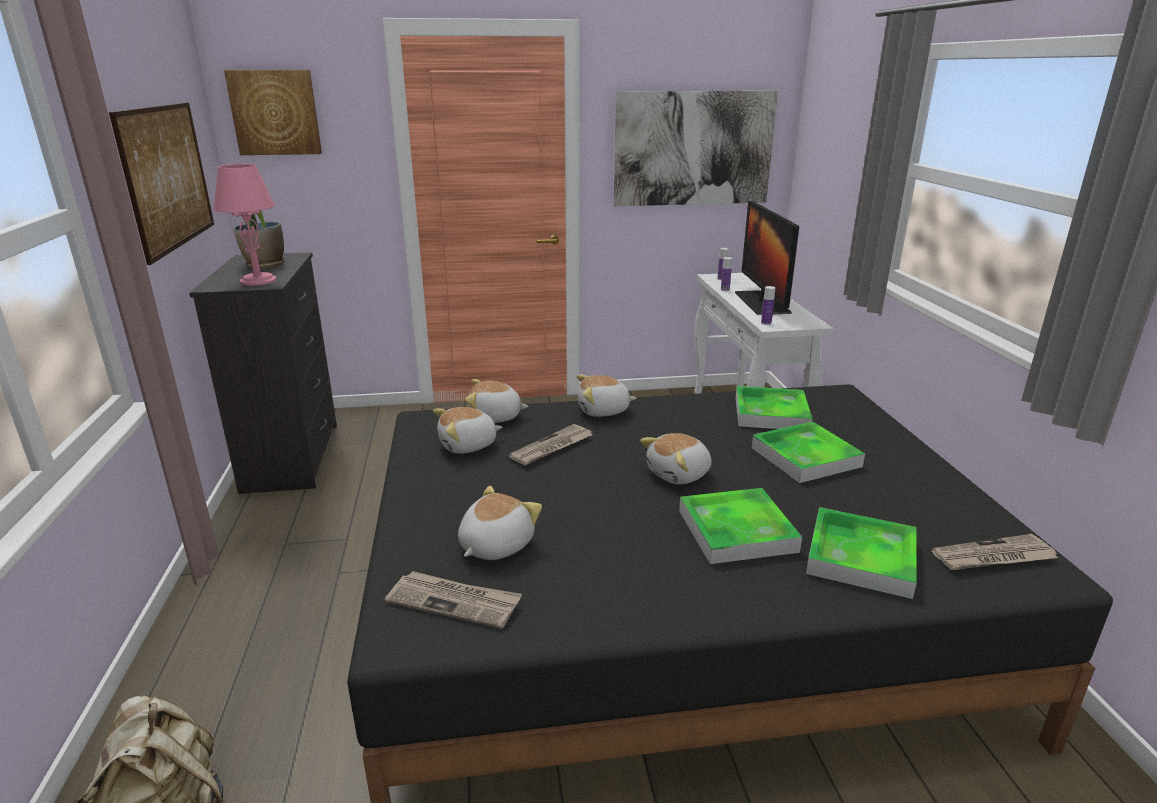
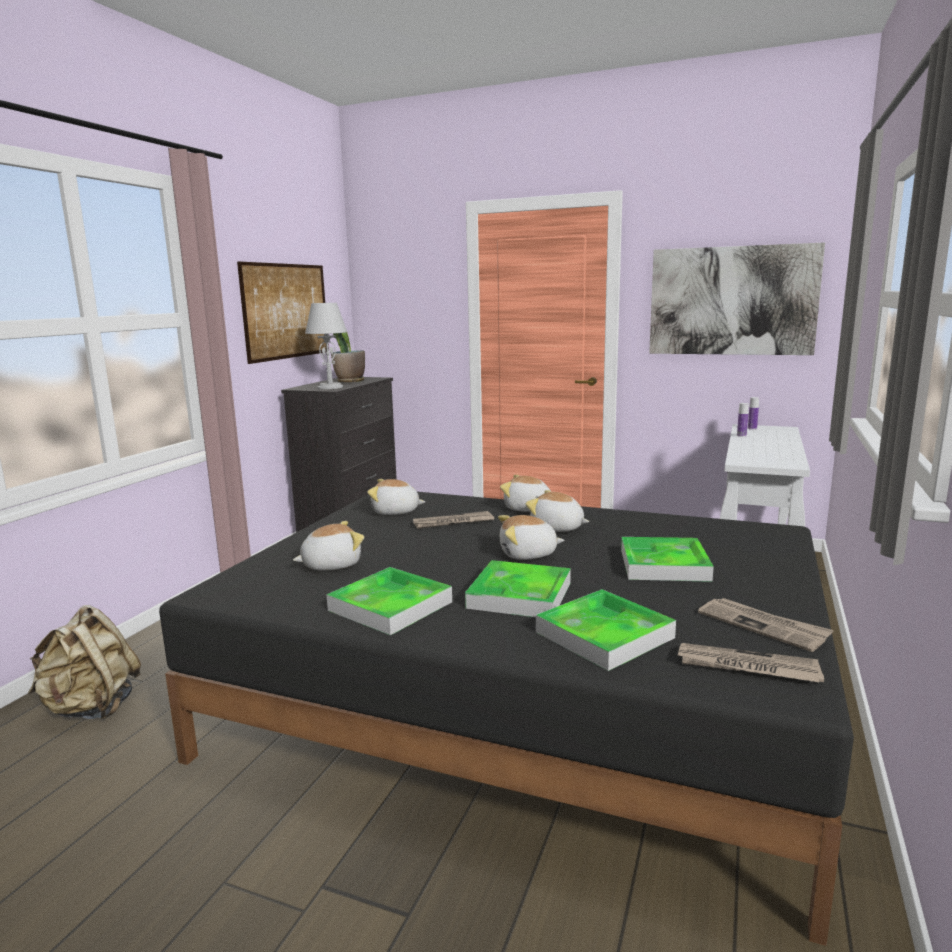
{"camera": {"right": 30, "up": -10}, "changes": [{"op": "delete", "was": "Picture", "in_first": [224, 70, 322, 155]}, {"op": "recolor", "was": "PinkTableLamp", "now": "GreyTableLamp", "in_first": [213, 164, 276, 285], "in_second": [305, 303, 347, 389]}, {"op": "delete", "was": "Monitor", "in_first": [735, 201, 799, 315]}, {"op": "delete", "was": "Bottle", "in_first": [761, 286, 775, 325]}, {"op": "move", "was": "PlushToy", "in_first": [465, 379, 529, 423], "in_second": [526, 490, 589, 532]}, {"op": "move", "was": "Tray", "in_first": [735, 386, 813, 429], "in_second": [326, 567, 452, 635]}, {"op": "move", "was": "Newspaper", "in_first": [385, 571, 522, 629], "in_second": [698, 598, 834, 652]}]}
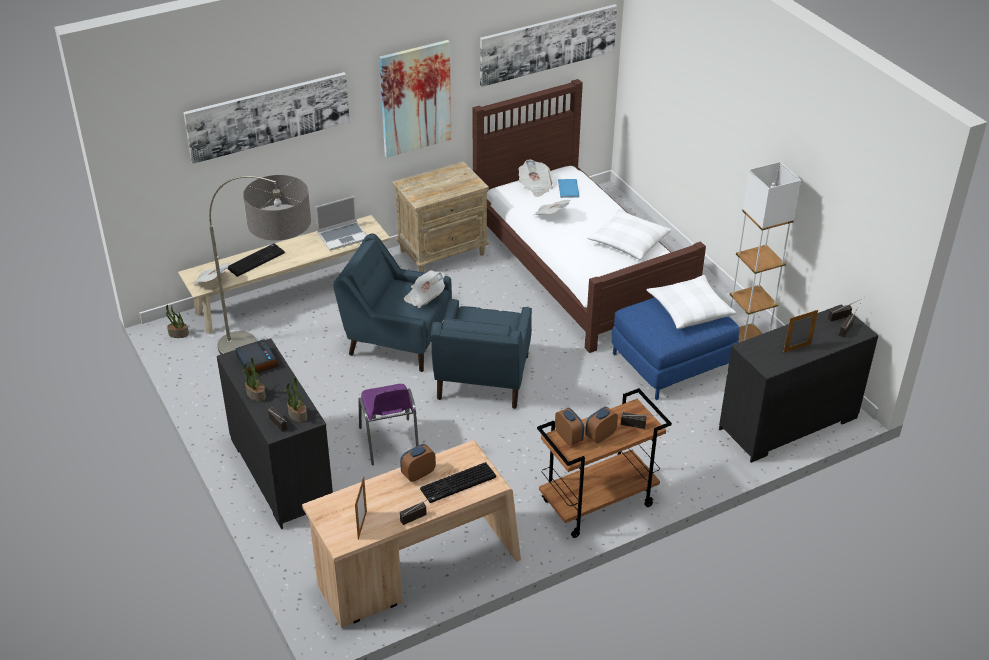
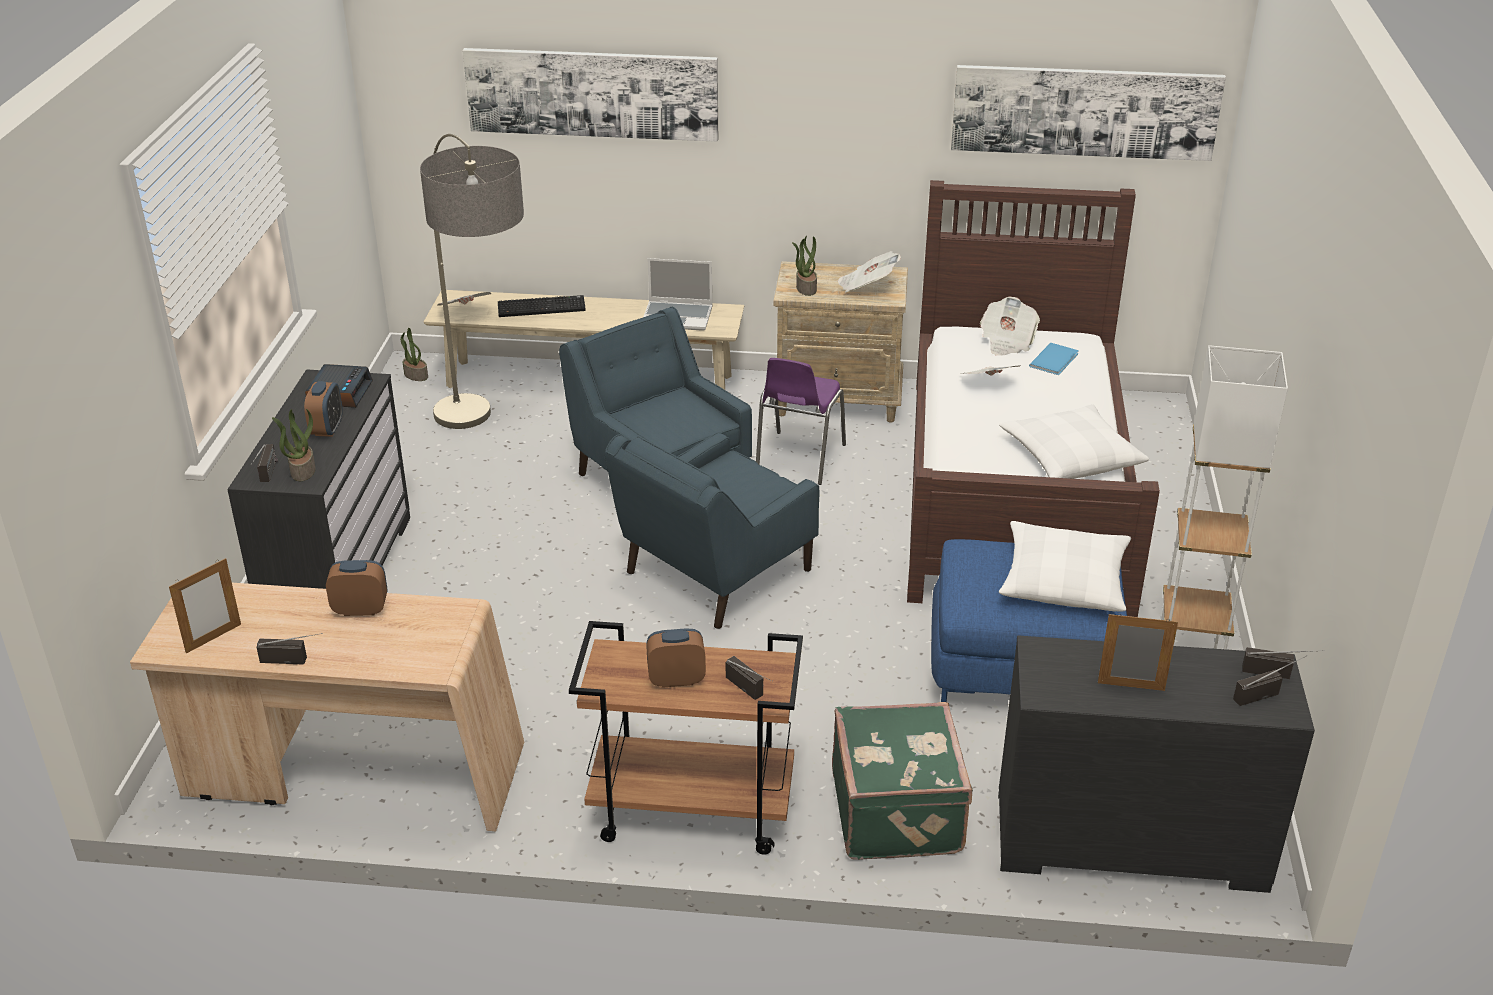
{"camera": {"right": 35, "up": -5}, "changes": [{"op": "delete", "was": "Picture", "in_first": [379, 40, 451, 158]}, {"op": "move", "was": "Newspaper", "in_first": [404, 270, 445, 308], "in_second": [838, 251, 901, 292]}, {"op": "move", "was": "PottedPlant", "in_first": [242, 358, 266, 402], "in_second": [792, 235, 817, 296]}, {"op": "move", "was": "PurpleChair", "in_first": [358, 384, 419, 465], "in_second": [756, 358, 846, 485]}, {"op": "move", "was": "AlarmClock", "in_first": [555, 408, 584, 446], "in_second": [304, 381, 343, 437]}, {"op": "delete", "was": "Keyboard", "in_first": [420, 462, 496, 503]}, {"op": "insert", "now": "GreenSuitcase", "in_second": [832, 702, 973, 860]}]}
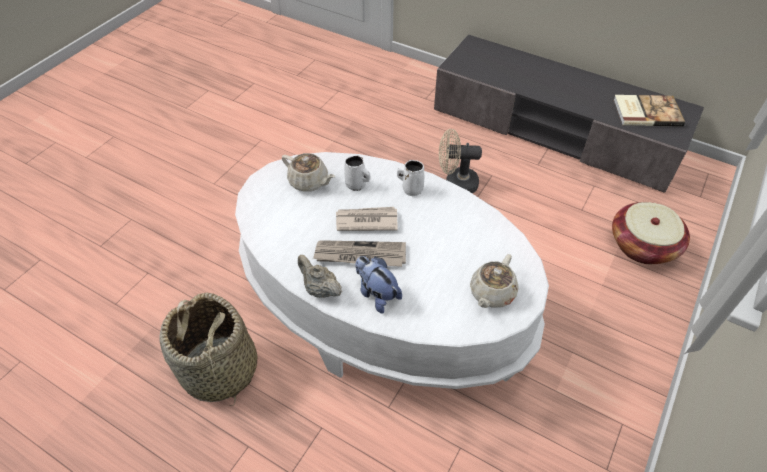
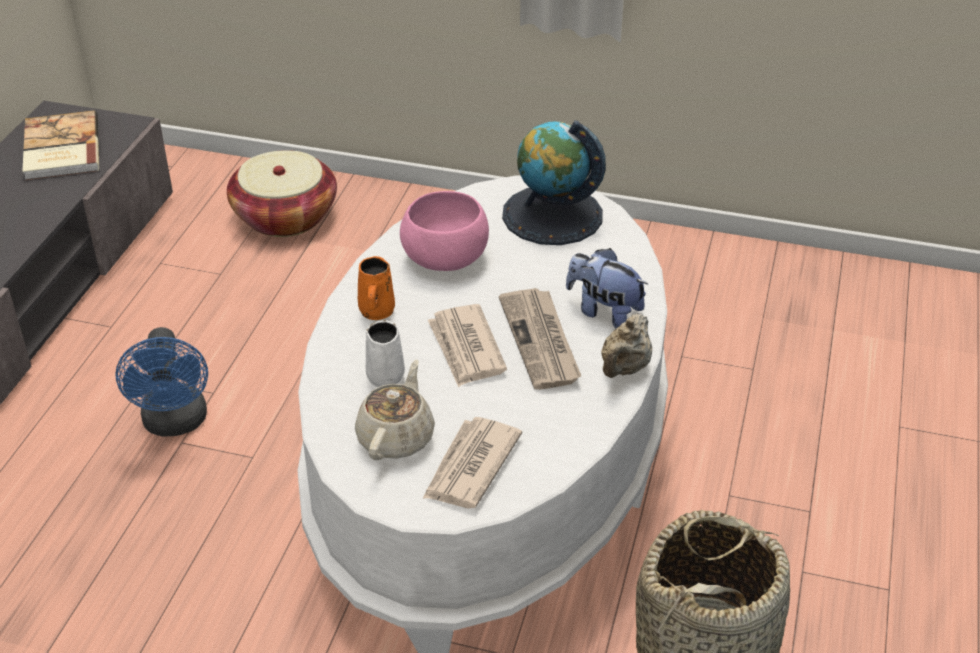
{"camera": {"right": -105, "up": -10}, "changes": [{"op": "recolor", "was": "BeigeFan", "now": "BlueFan", "in_first": [439, 129, 482, 193], "in_second": [115, 327, 208, 437]}, {"op": "recolor", "was": "WhiteMug", "now": "OrangeMug", "in_first": [397, 160, 424, 196], "in_second": [358, 256, 395, 320]}, {"op": "replace", "was": "BeigeTeapot", "now": "Globe", "in_first": [470, 254, 519, 308], "in_second": [502, 120, 606, 245]}, {"op": "rotate", "was": "PlushToy", "in_first": [355, 256, 402, 313], "in_second": [566, 248, 648, 328], "clockwise": 90}, {"op": "insert", "now": "PinkBowl", "in_second": [400, 191, 489, 271]}, {"op": "insert", "now": "Newspaper", "in_second": [423, 417, 522, 508]}]}
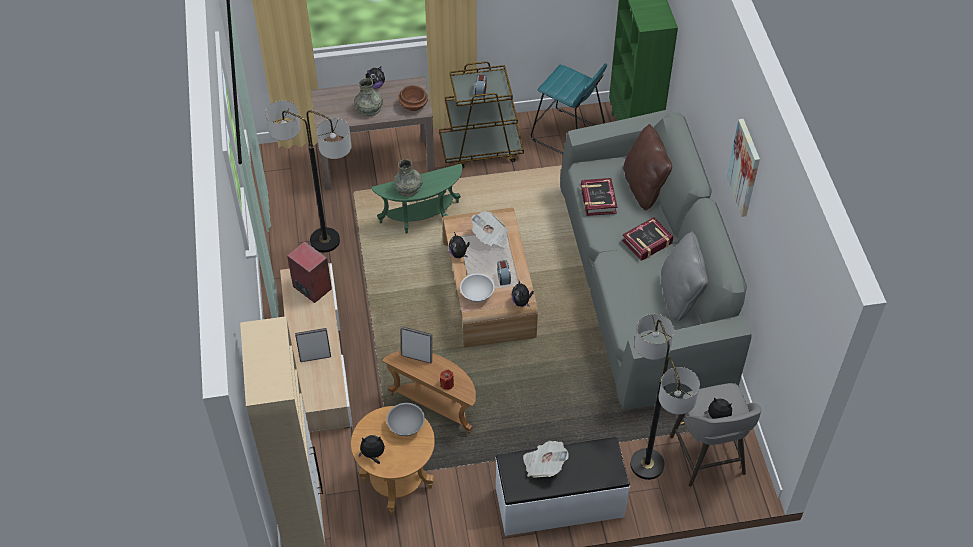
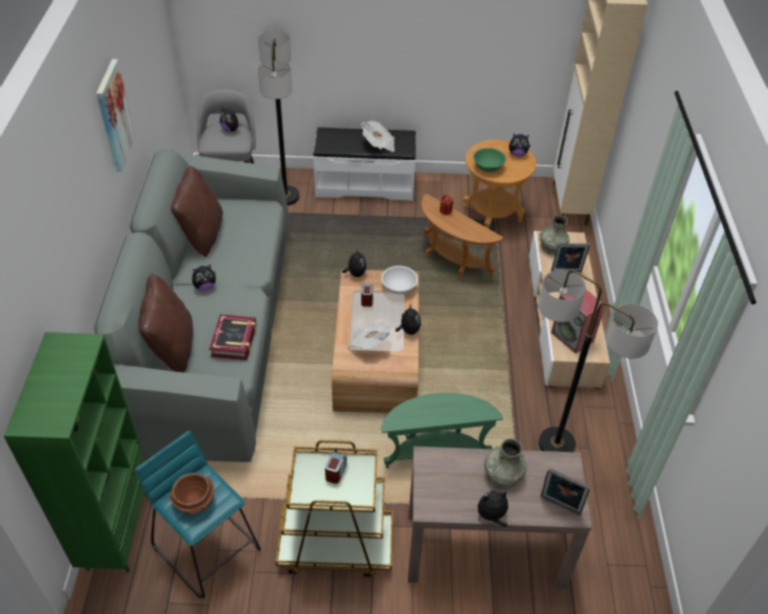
{"camera": {"right": -170, "up": -5}, "changes": [{"op": "move", "was": "BrownBowl", "in_first": [398, 85, 428, 111], "in_second": [170, 473, 215, 514]}, {"op": "move", "was": "GreyVase", "in_first": [394, 159, 422, 196], "in_second": [540, 215, 569, 255]}, {"op": "replace", "was": "Book", "now": "PlushToy", "in_first": [622, 217, 674, 261], "in_second": [192, 264, 216, 290]}, {"op": "recolor", "was": "GreyPillow", "now": "BrownPillow", "in_first": [661, 231, 708, 322], "in_second": [171, 166, 223, 257]}, {"op": "move", "was": "PictureFrame", "in_first": [401, 326, 432, 363], "in_second": [540, 468, 591, 515]}, {"op": "recolor", "was": "GreyBowl", "now": "GreenBowl", "in_first": [387, 403, 425, 436], "in_second": [473, 148, 506, 172]}]}
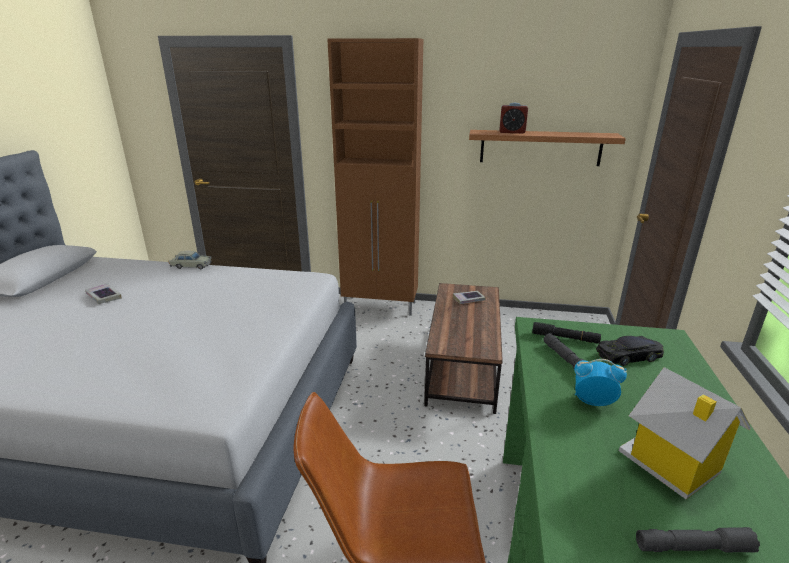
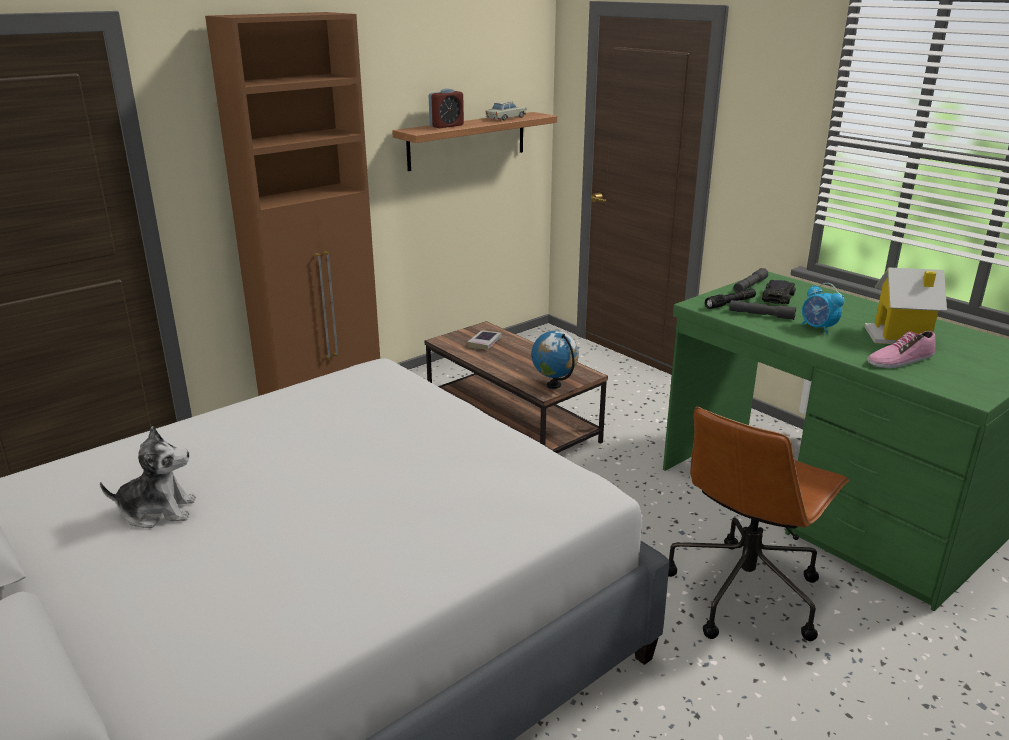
{"camera": {"right": -50, "up": 0}, "changes": [{"op": "move", "was": "BeigeToyCar", "in_first": [168, 251, 212, 269], "in_second": [486, 101, 527, 120]}, {"op": "replace", "was": "Book", "now": "PlushToy", "in_first": [85, 283, 122, 304], "in_second": [100, 426, 196, 528]}, {"op": "rotate", "was": "AlarmClock", "in_first": [574, 359, 627, 406], "in_second": [801, 283, 845, 334], "clockwise": -90}, {"op": "move", "was": "GreyFlashlight", "in_first": [636, 527, 760, 553], "in_second": [734, 268, 768, 292]}, {"op": "insert", "now": "Globe", "in_second": [531, 331, 579, 389]}, {"op": "insert", "now": "Shoe", "in_second": [867, 331, 936, 368]}]}
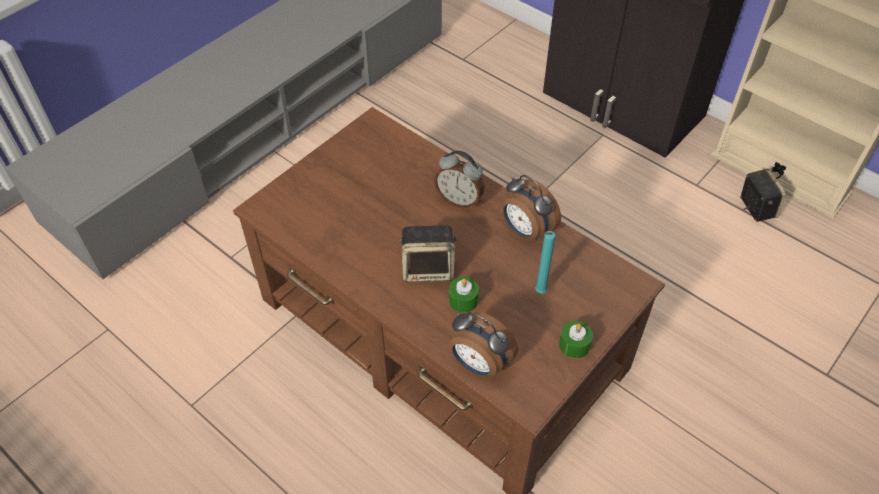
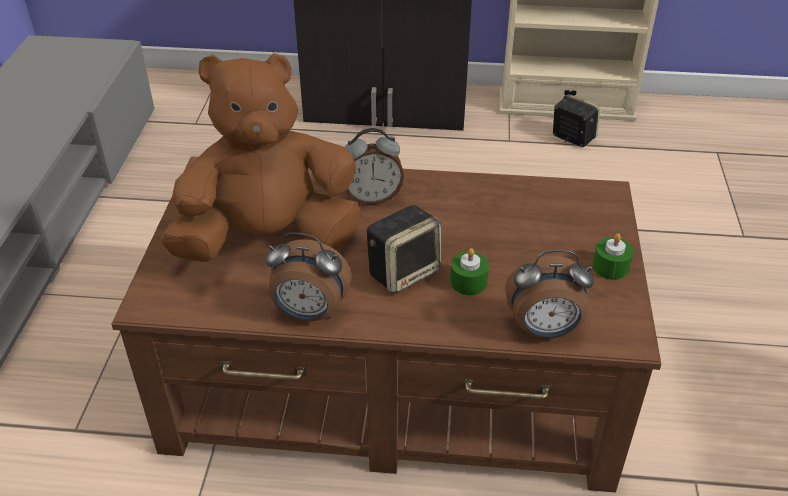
{"camera": {"right": -35, "up": -10}, "changes": [{"op": "move", "was": "AlarmClock", "in_first": [502, 175, 561, 241], "in_second": [266, 233, 352, 321]}, {"op": "delete", "was": "TurquoiseCandle", "in_first": [535, 231, 556, 294]}, {"op": "insert", "now": "BrownPlushToy", "in_second": [161, 53, 362, 262]}]}
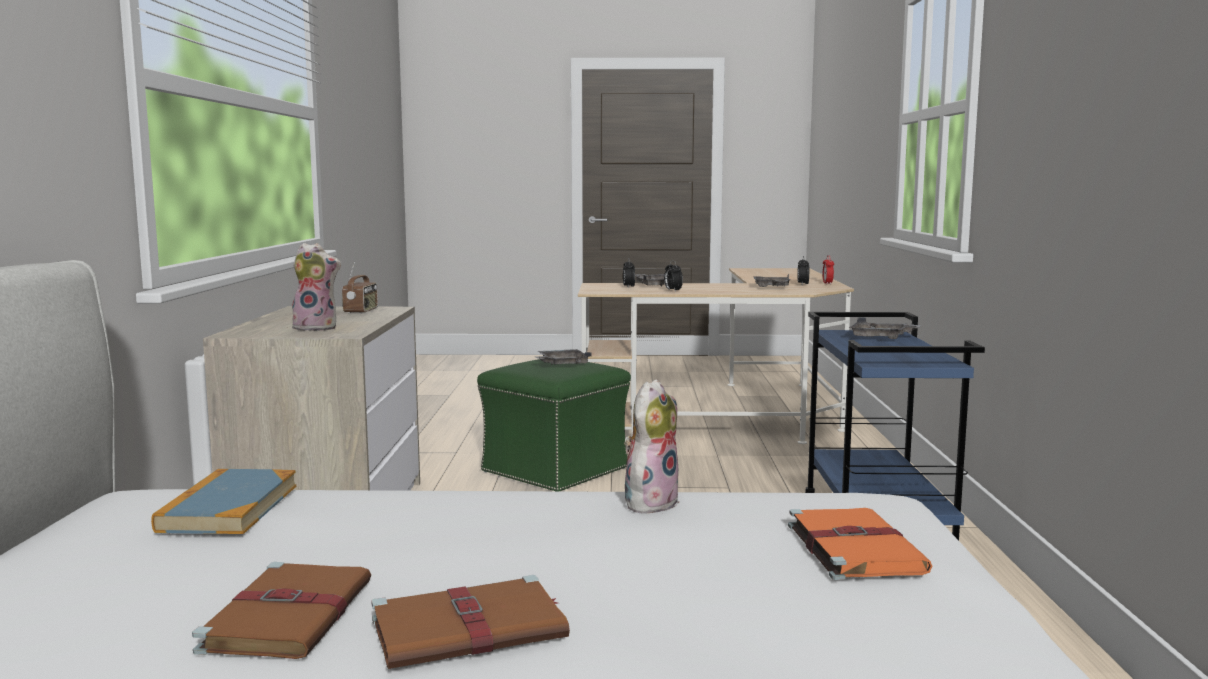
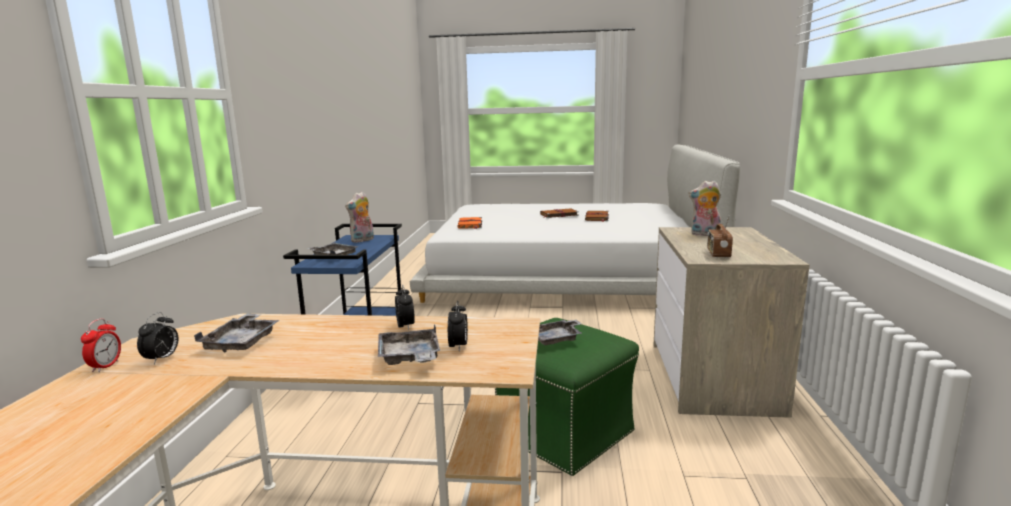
{"camera": {"right": -175, "up": 5}, "changes": [{"op": "move", "was": "PlushToy", "in_first": [624, 379, 680, 514], "in_second": [345, 192, 374, 242]}, {"op": "delete", "was": "Book", "in_first": [151, 469, 296, 534]}]}
